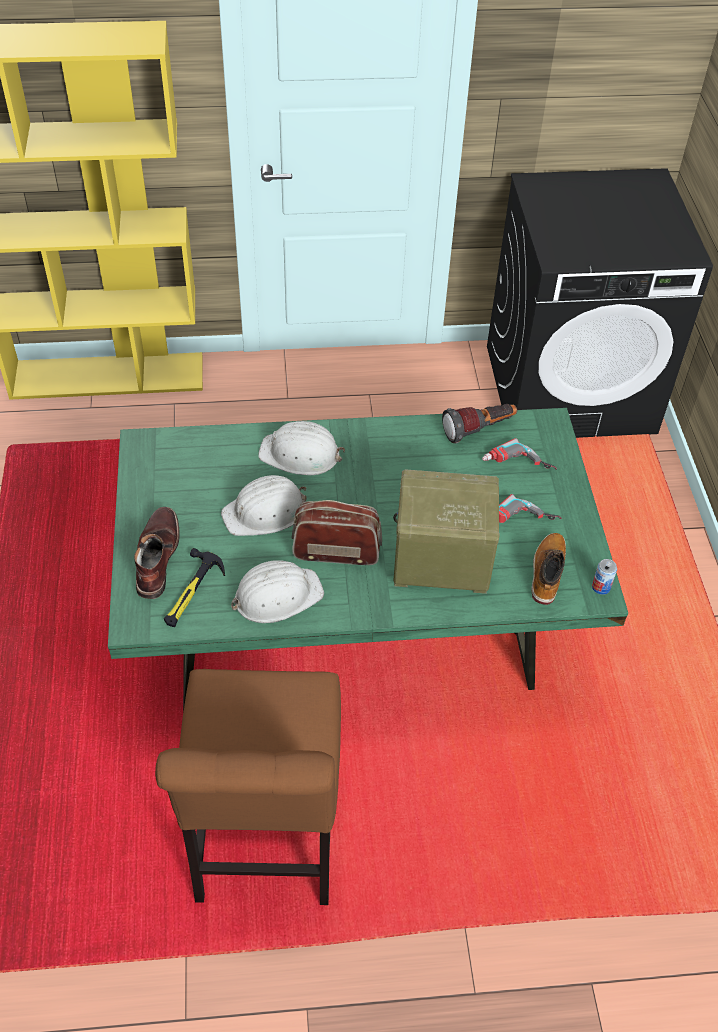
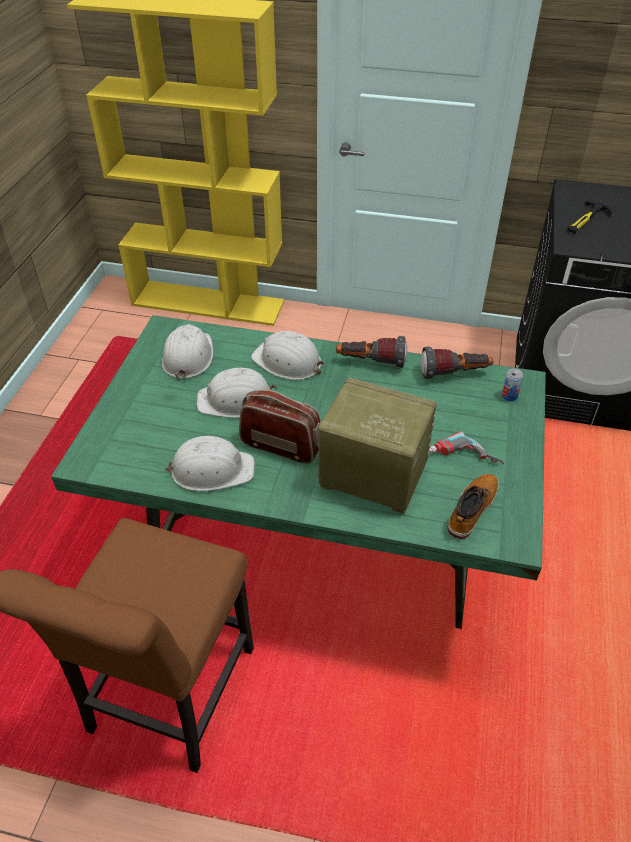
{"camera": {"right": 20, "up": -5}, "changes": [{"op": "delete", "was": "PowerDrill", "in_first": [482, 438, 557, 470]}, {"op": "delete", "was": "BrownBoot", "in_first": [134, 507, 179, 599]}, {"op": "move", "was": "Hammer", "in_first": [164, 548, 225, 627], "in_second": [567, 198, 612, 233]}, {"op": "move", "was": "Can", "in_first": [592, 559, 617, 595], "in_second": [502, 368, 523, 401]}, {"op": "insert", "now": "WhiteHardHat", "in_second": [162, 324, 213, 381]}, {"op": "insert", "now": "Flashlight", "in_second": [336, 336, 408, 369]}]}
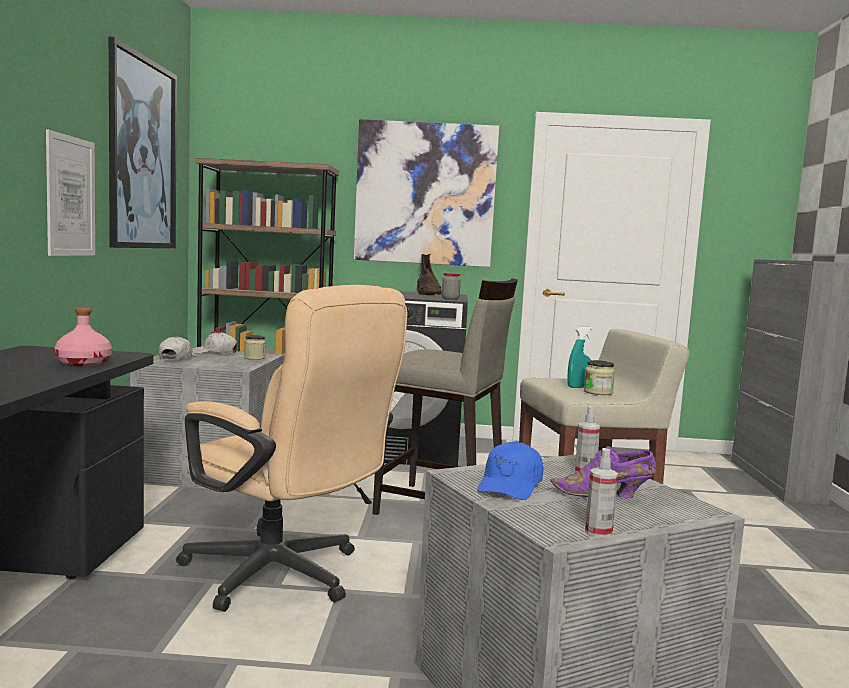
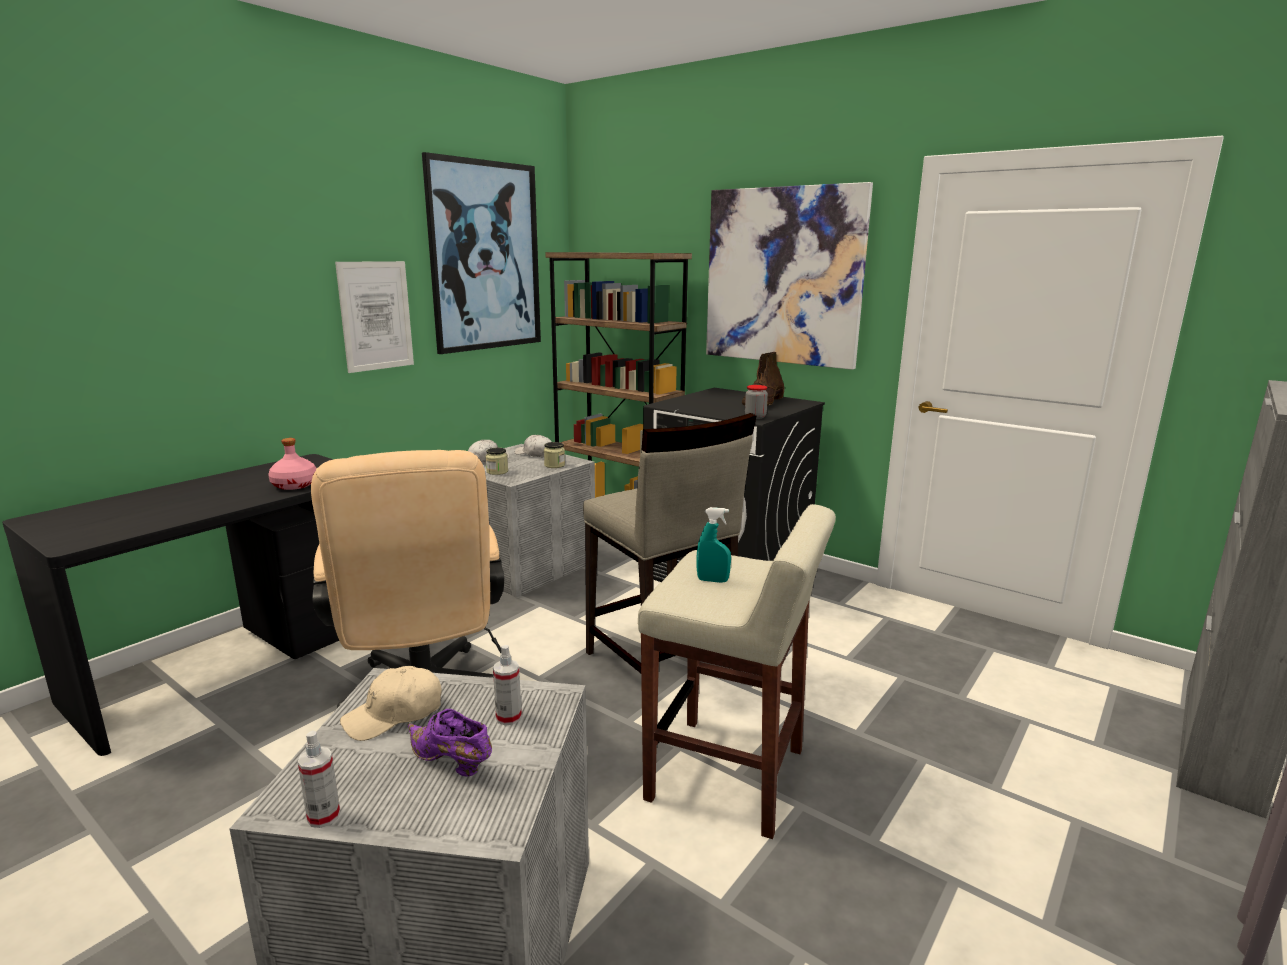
{"camera": {"right": 35, "up": 10}, "changes": [{"op": "move", "was": "Jar", "in_first": [584, 360, 615, 395], "in_second": [486, 448, 508, 475]}, {"op": "recolor", "was": "BlueCap", "now": "BeigeCap", "in_first": [477, 441, 543, 500], "in_second": [340, 666, 442, 741]}]}
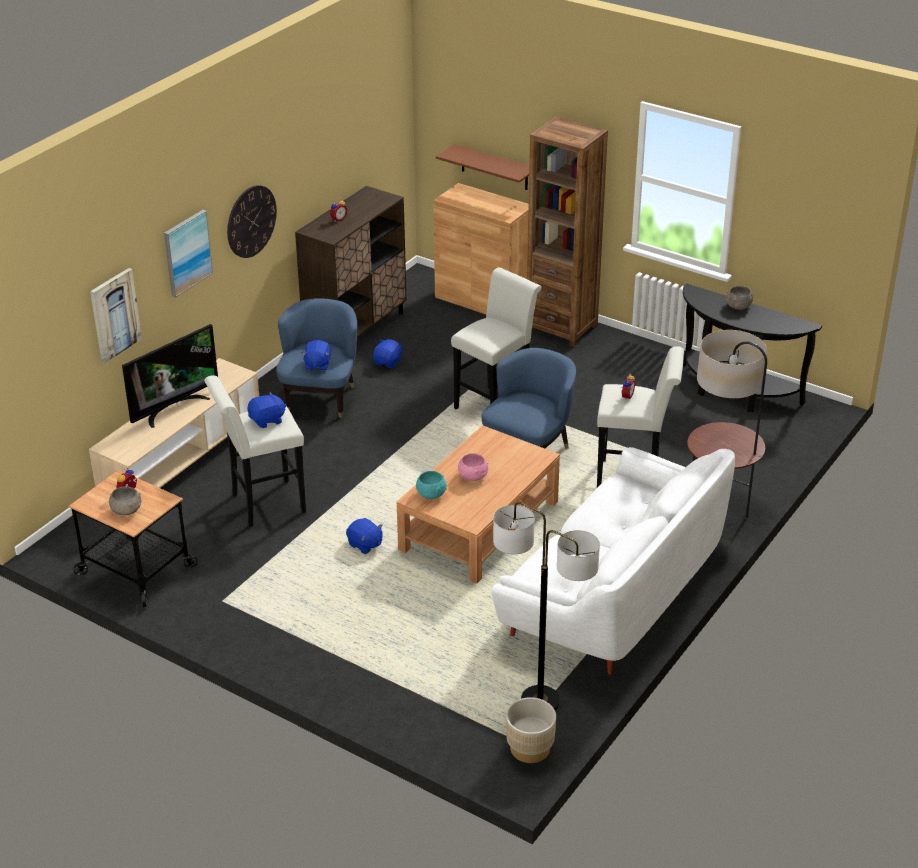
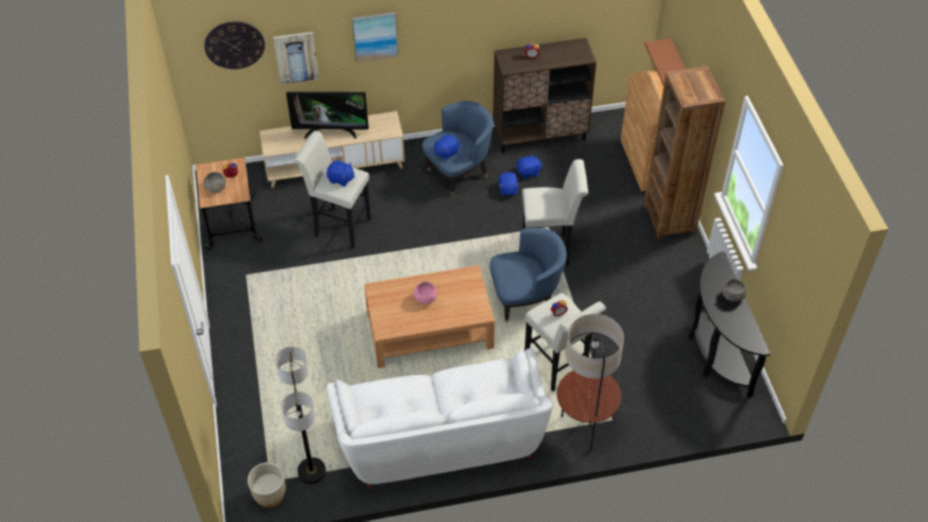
{"camera": {"right": 45, "up": 15}, "changes": [{"op": "move", "was": "WallClock", "in_first": [227, 185, 277, 258], "in_second": [204, 21, 265, 69]}, {"op": "delete", "was": "TurquoiseBowl", "in_first": [416, 471, 447, 499]}, {"op": "move", "was": "BluePlushToy", "in_first": [346, 518, 383, 554], "in_second": [498, 172, 520, 196]}]}
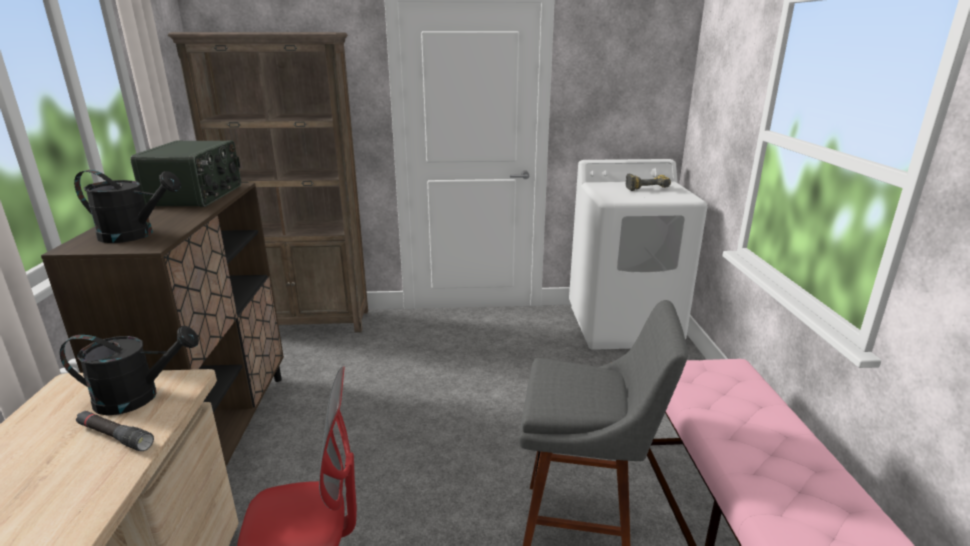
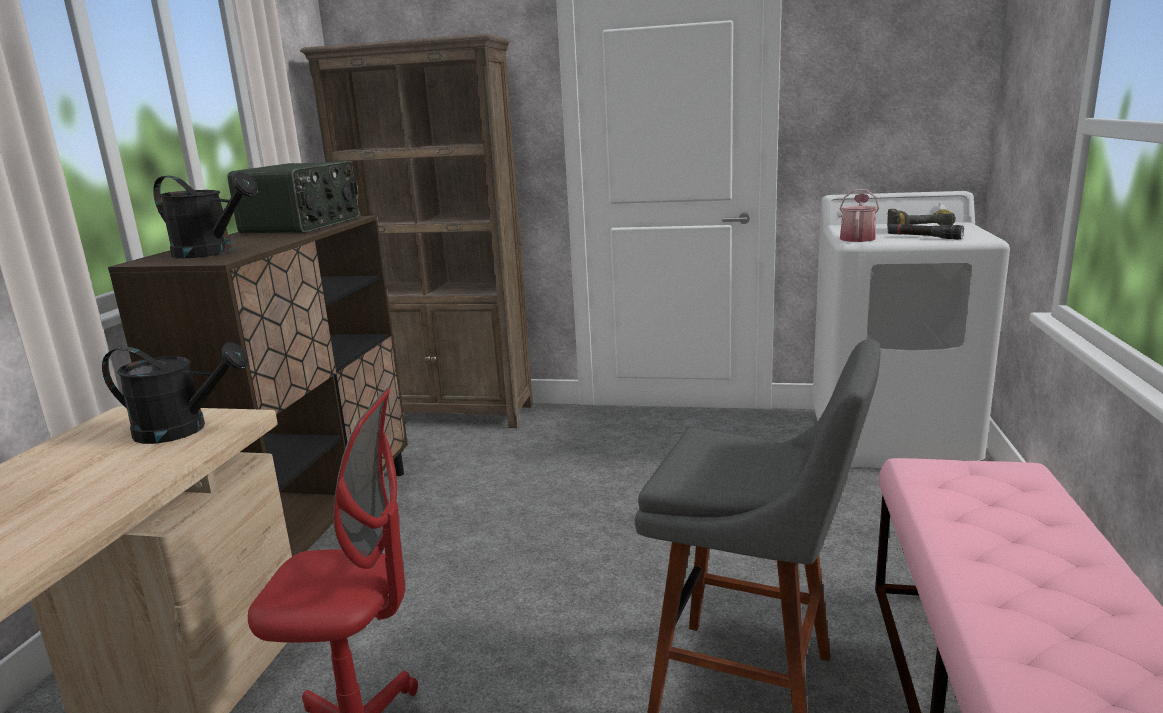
{"camera": {"right": 15, "up": -5}, "changes": [{"op": "move", "was": "BlackFlashlight", "in_first": [76, 411, 154, 451], "in_second": [887, 224, 964, 240]}, {"op": "insert", "now": "WateringCan", "in_second": [840, 189, 879, 242]}]}
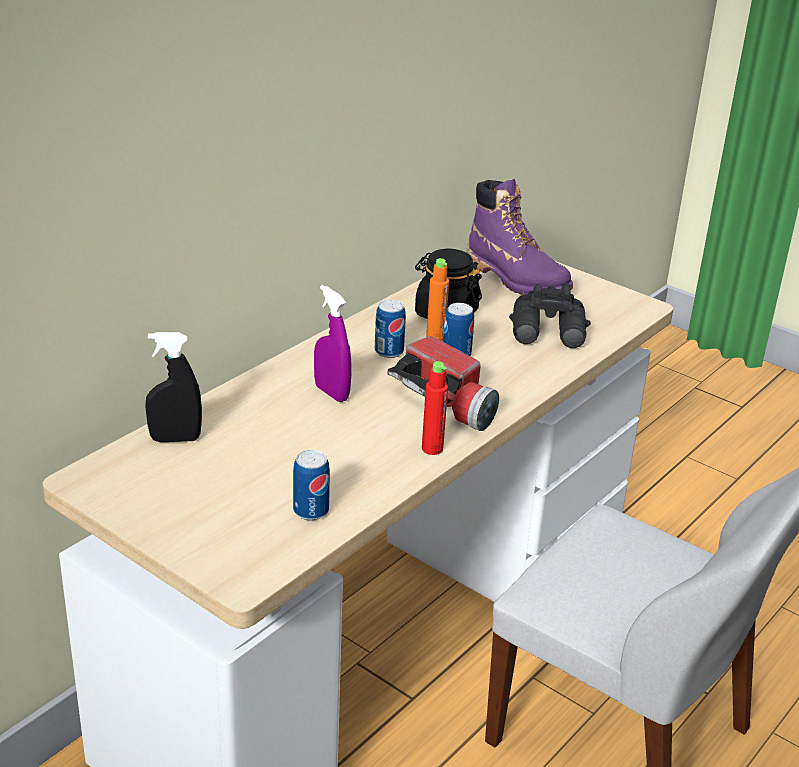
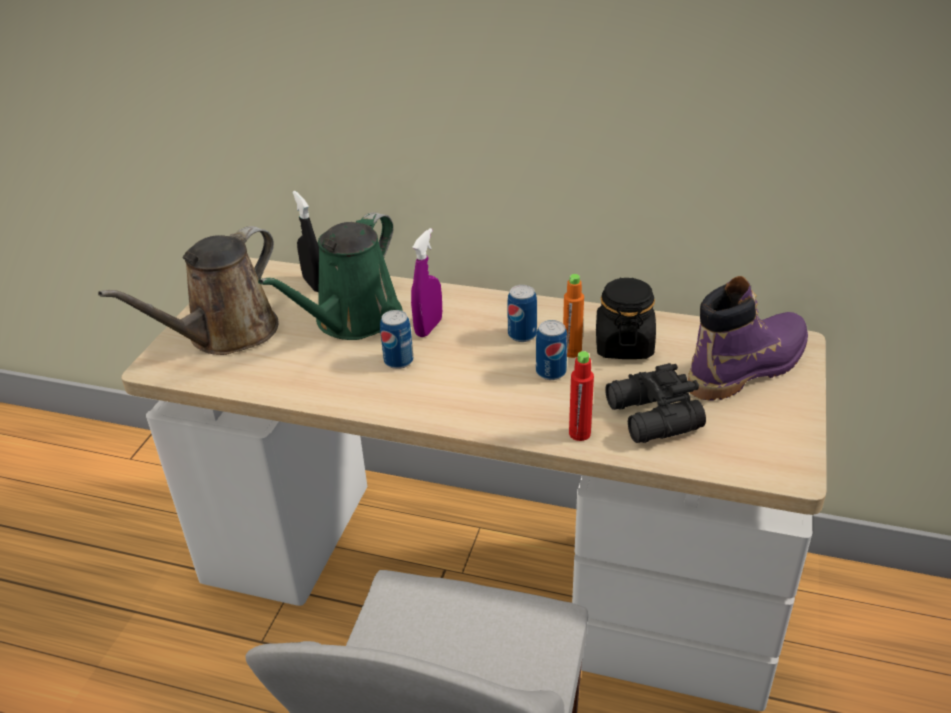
{"camera": {"right": 70, "up": 5}, "changes": [{"op": "rotate", "was": "PurpleBoot", "in_first": [467, 179, 573, 295], "in_second": [688, 276, 808, 401], "clockwise": -150}, {"op": "delete", "was": "Flashlight", "in_first": [388, 336, 499, 431]}, {"op": "move", "was": "RedBottle", "in_first": [422, 361, 448, 455], "in_second": [569, 351, 594, 441]}, {"op": "move", "was": "Can", "in_first": [293, 450, 330, 520], "in_second": [380, 310, 413, 369]}, {"op": "insert", "now": "GreenWateringCan", "in_second": [258, 212, 402, 340]}, {"op": "insert", "now": "BrownWateringCan", "in_second": [98, 226, 279, 355]}]}
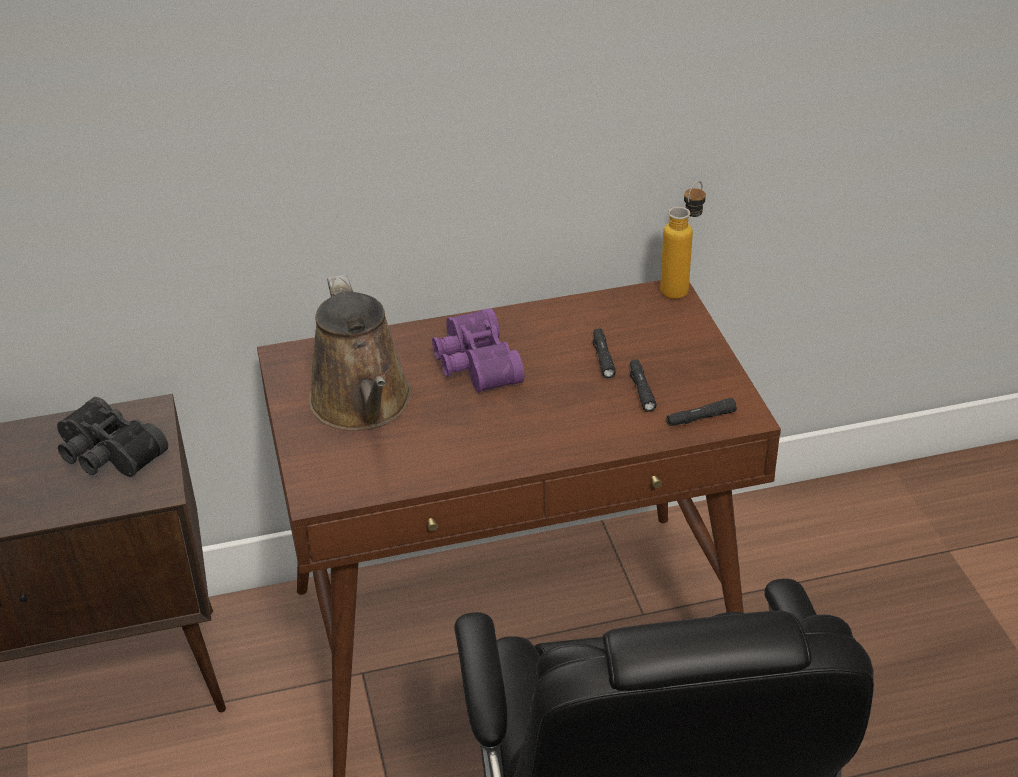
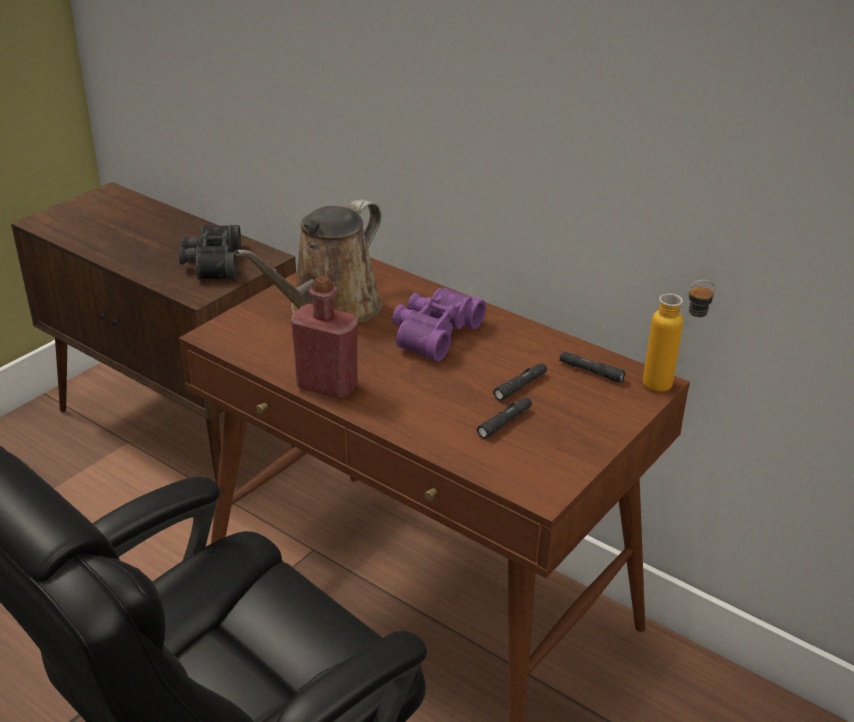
{"camera": {"right": 50, "up": -5}, "changes": [{"op": "move", "was": "BlackFlashlight", "in_first": [666, 398, 737, 426], "in_second": [560, 351, 625, 383]}, {"op": "insert", "now": "RedBottle", "in_second": [291, 276, 358, 399]}]}
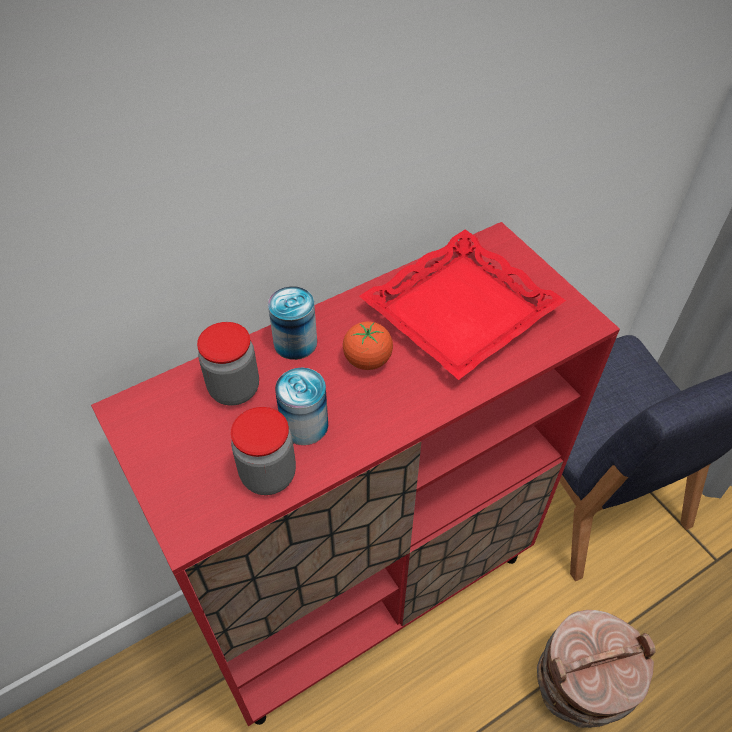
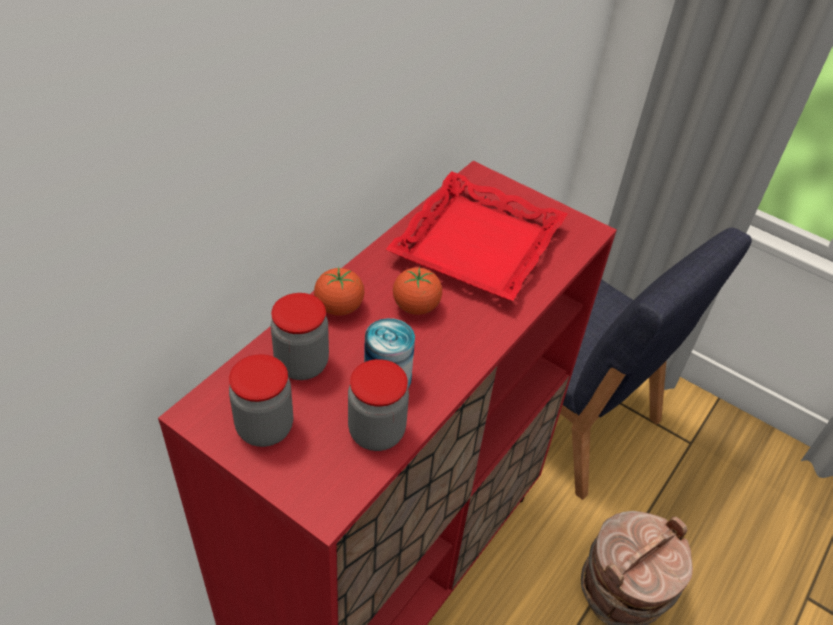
{"camera": {"right": -25, "up": -5}, "changes": [{"op": "replace", "was": "Can", "now": "Tomato", "in_first": [268, 286, 317, 360], "in_second": [314, 267, 365, 316]}, {"op": "insert", "now": "Jar", "in_second": [229, 354, 293, 447]}]}
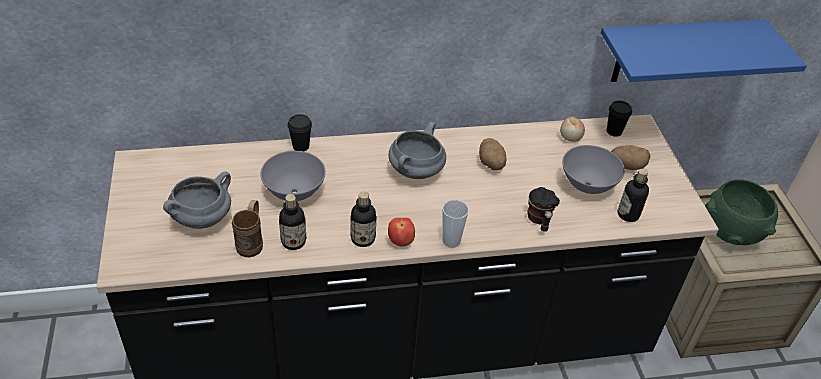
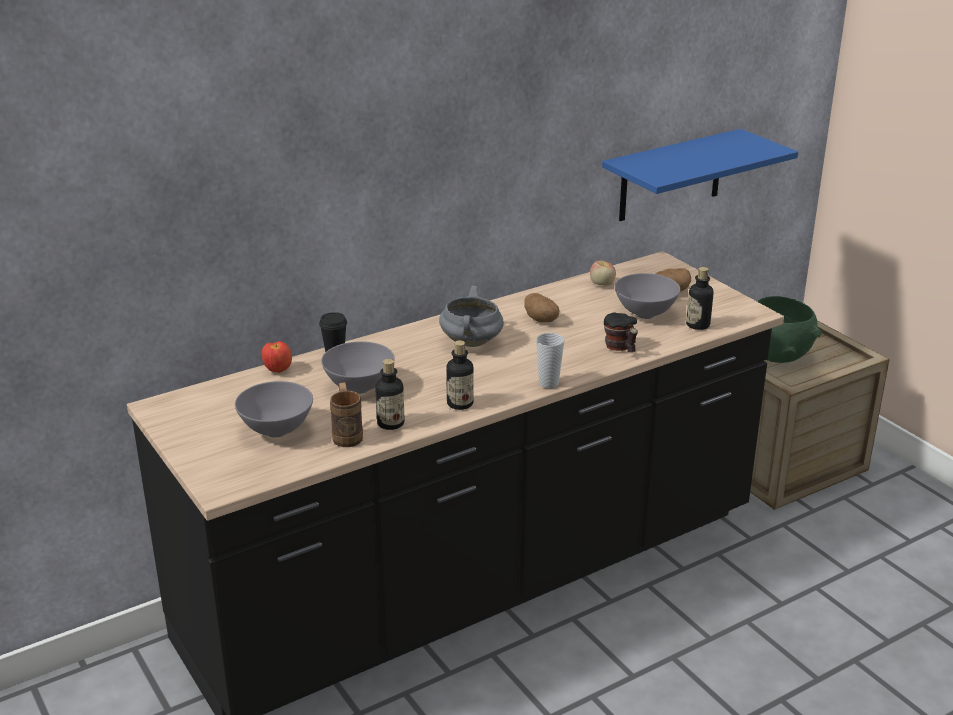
{"camera": {"right": -20, "up": -15}, "changes": [{"op": "delete", "was": "BlackCup", "in_first": [607, 101, 632, 137]}, {"op": "replace", "was": "GreyCookingPot", "now": "GreyBowl", "in_first": [163, 171, 231, 229], "in_second": [235, 381, 313, 438]}, {"op": "move", "was": "Apple", "in_first": [388, 218, 415, 247], "in_second": [262, 341, 292, 373]}]}
